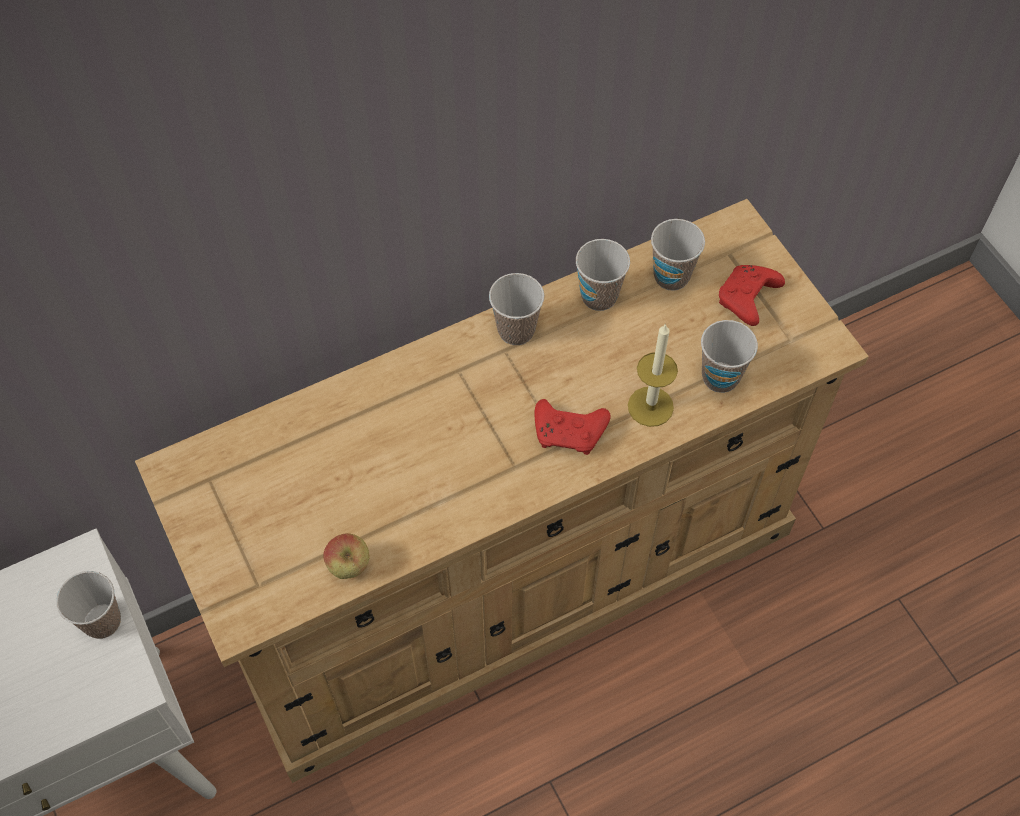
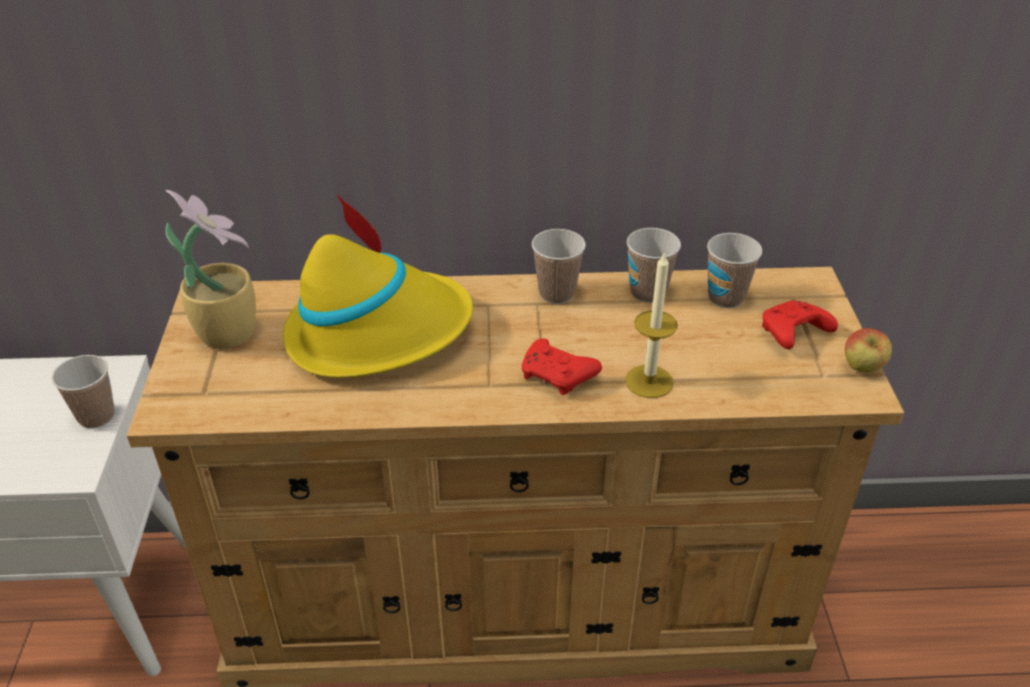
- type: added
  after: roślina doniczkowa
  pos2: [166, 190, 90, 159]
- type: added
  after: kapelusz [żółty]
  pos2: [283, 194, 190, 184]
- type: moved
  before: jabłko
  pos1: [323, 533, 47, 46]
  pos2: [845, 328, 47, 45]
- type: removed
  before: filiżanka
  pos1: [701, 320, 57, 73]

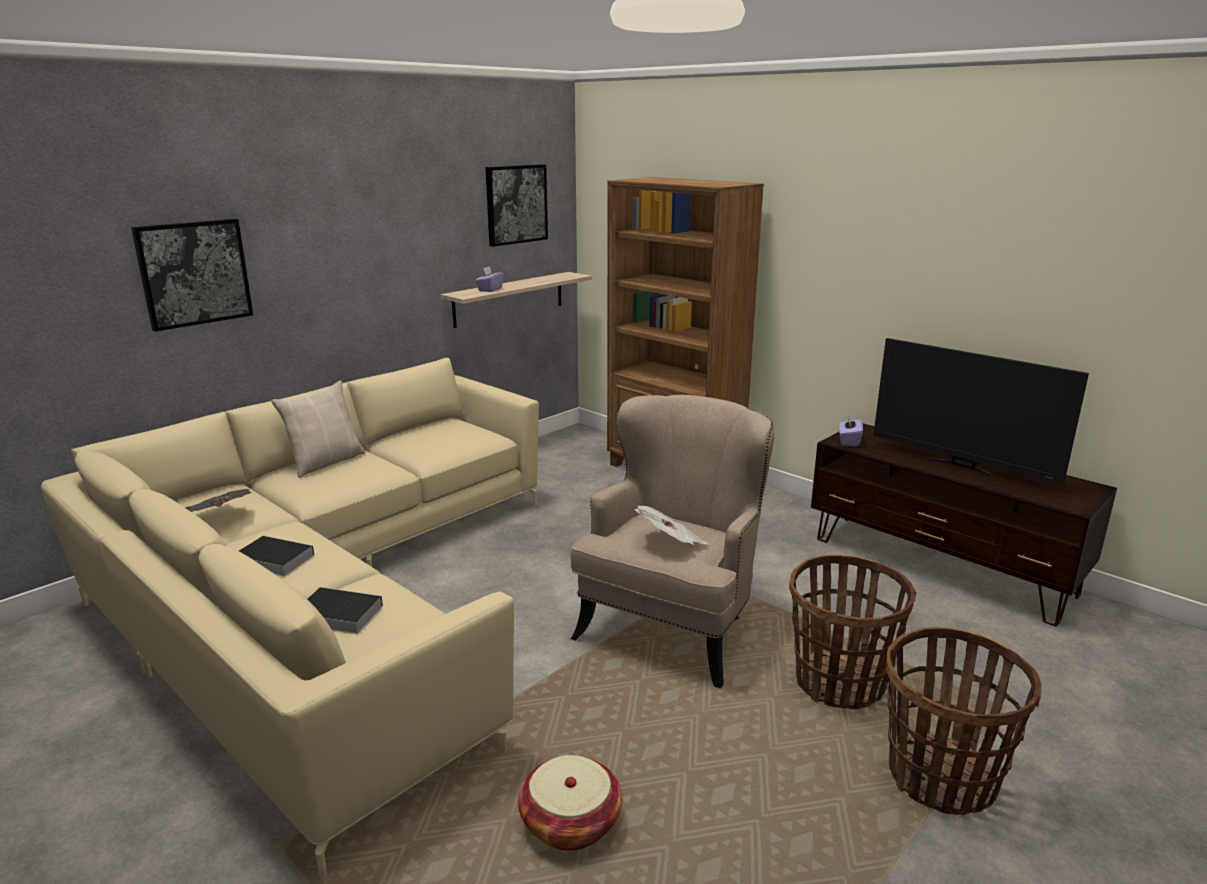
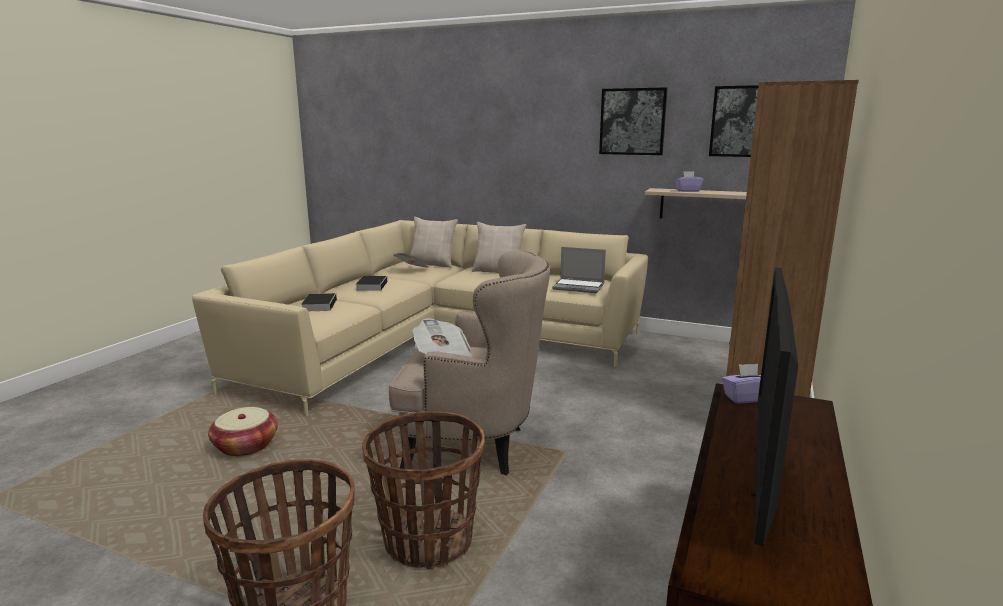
- type: added
  after: poduszka [beżowy]
  pos2: [408, 216, 50, 52]
- type: added
  after: laptop
  pos2: [552, 247, 54, 46]
- type: moved
  before: obraz
  pos1: [131, 219, 122, 113]
  pos2: [599, 87, 69, 68]

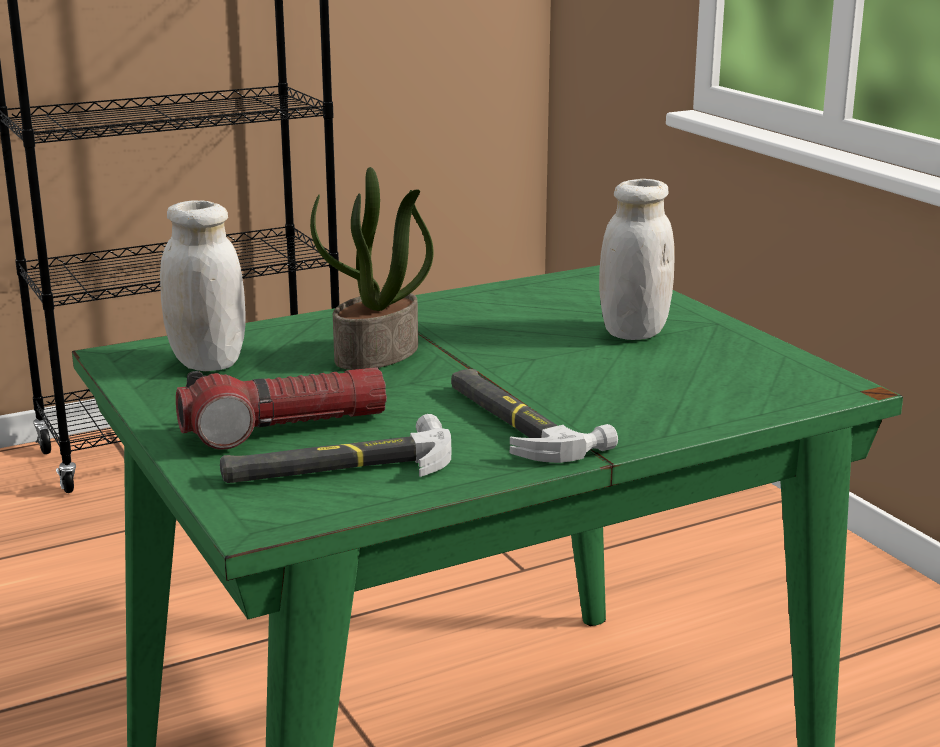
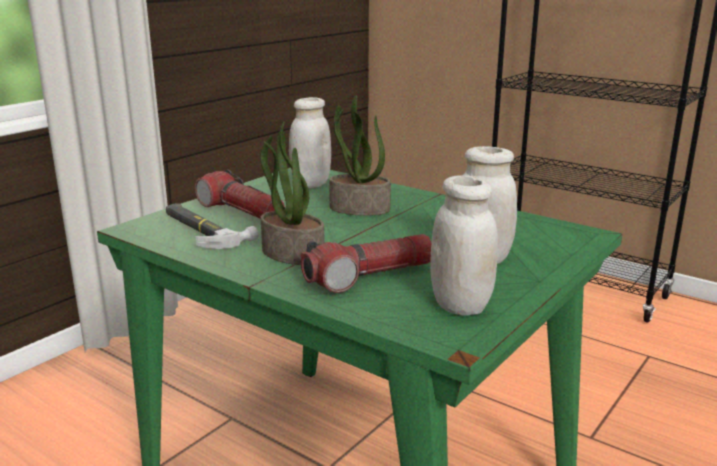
- type: replaced
  before: młotek
  after: roślina doniczkowa
  pos1: [451, 369, 167, 94]
  pos2: [260, 122, 65, 143]
- type: added
  after: latarka
  pos2: [301, 234, 131, 59]
- type: added
  after: słoik [biały]
  pos2: [431, 175, 67, 141]

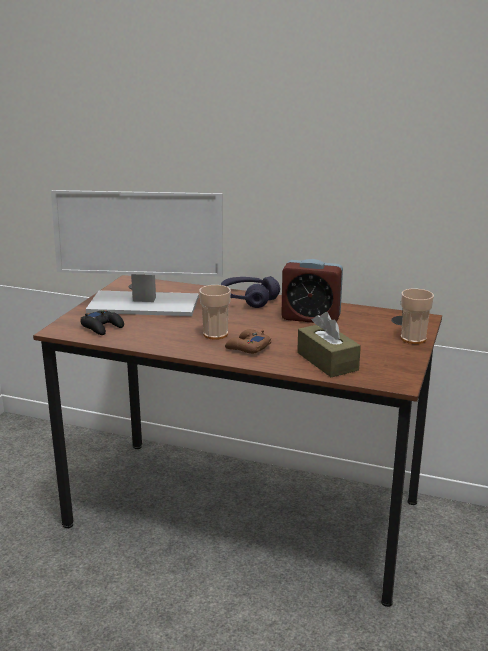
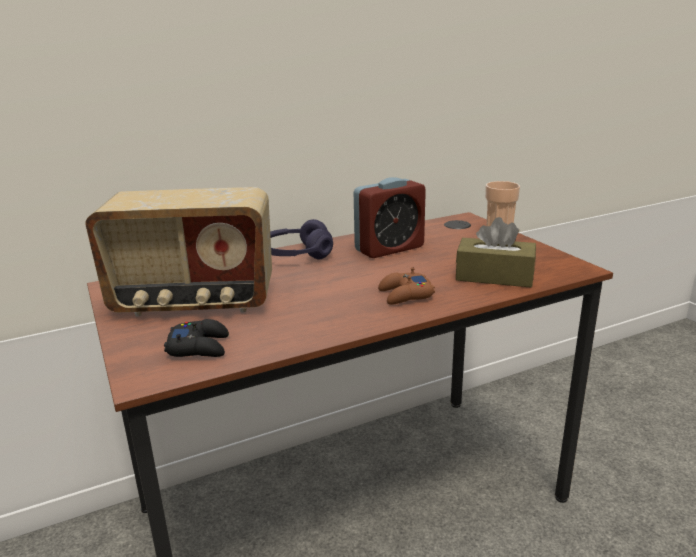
- type: replaced
  before: monitor
  after: radio
  pos1: [51, 190, 172, 126]
  pos2: [85, 187, 187, 130]
- type: removed
  before: filiżanka
  pos1: [199, 285, 32, 55]

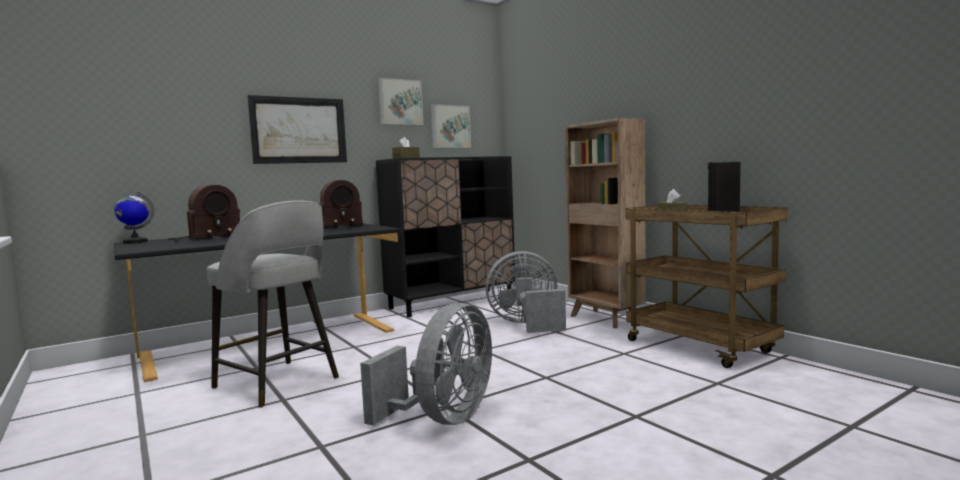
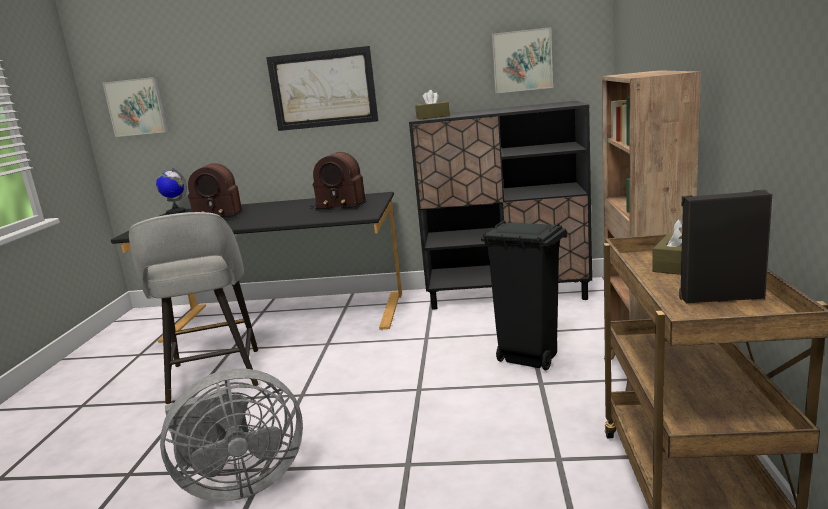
- type: moved
  before: obraz
  pos1: [378, 78, 45, 48]
  pos2: [103, 77, 65, 60]
- type: replaced
  before: wentylator [szary]
  after: kosz na śmieci [czarny]
  pos1: [486, 251, 80, 82]
  pos2: [481, 220, 86, 150]

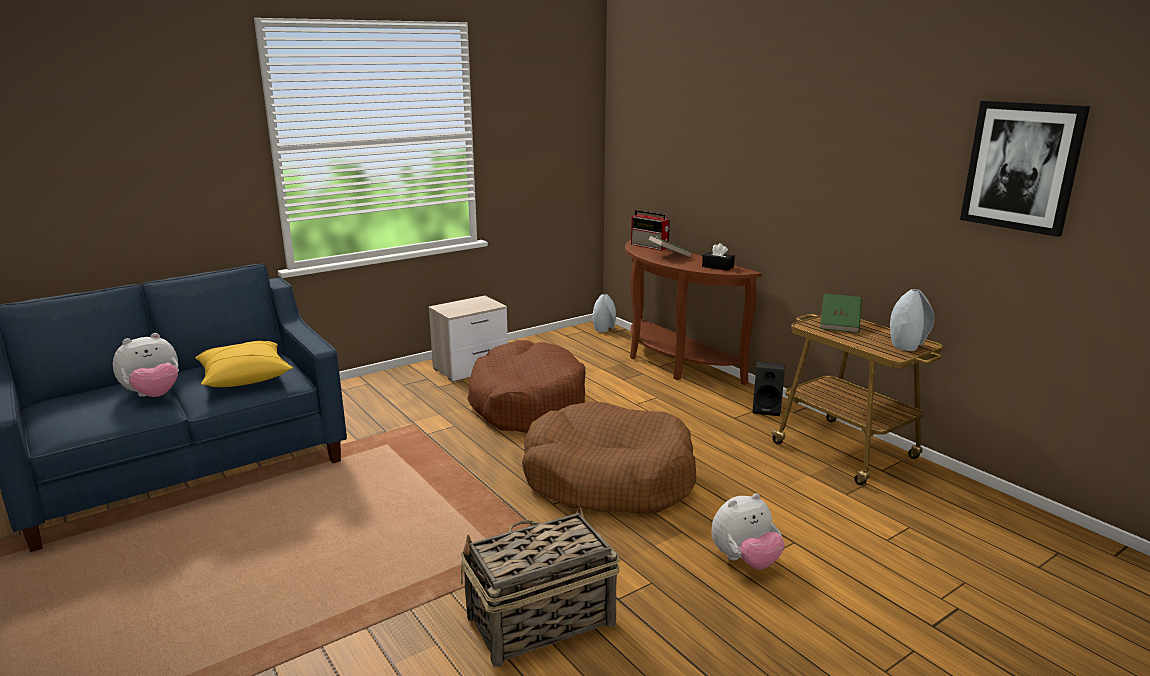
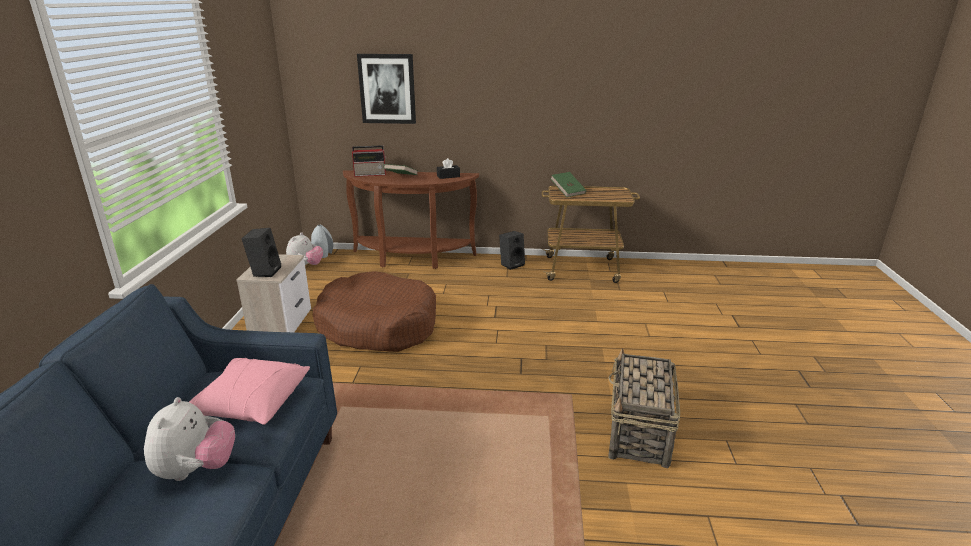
- type: recoloured
  before: poduszka [żółty]
  after: poduszka [różowy]
  pos1: [195, 341, 98, 46]
  pos2: [189, 358, 121, 67]
- type: added
  after: głośnik [czarny]
  pos2: [242, 228, 39, 49]
- type: moved
  before: pluszak
  pos1: [711, 493, 74, 76]
  pos2: [286, 232, 37, 33]
- type: moved
  before: obraz
  pos1: [960, 101, 130, 136]
  pos2: [357, 54, 59, 70]
- type: removed
  before: legowisko [brązowy]
  pos1: [522, 401, 174, 112]
- type: removed
  before: wazon [szary]
  pos1: [890, 289, 44, 62]

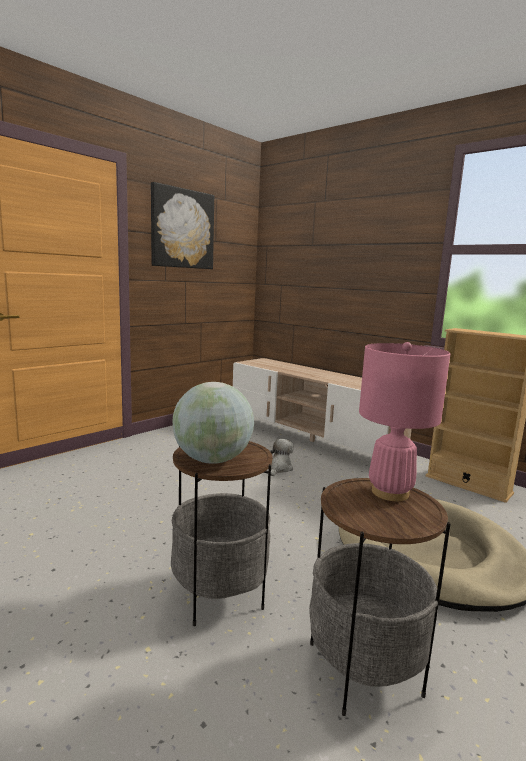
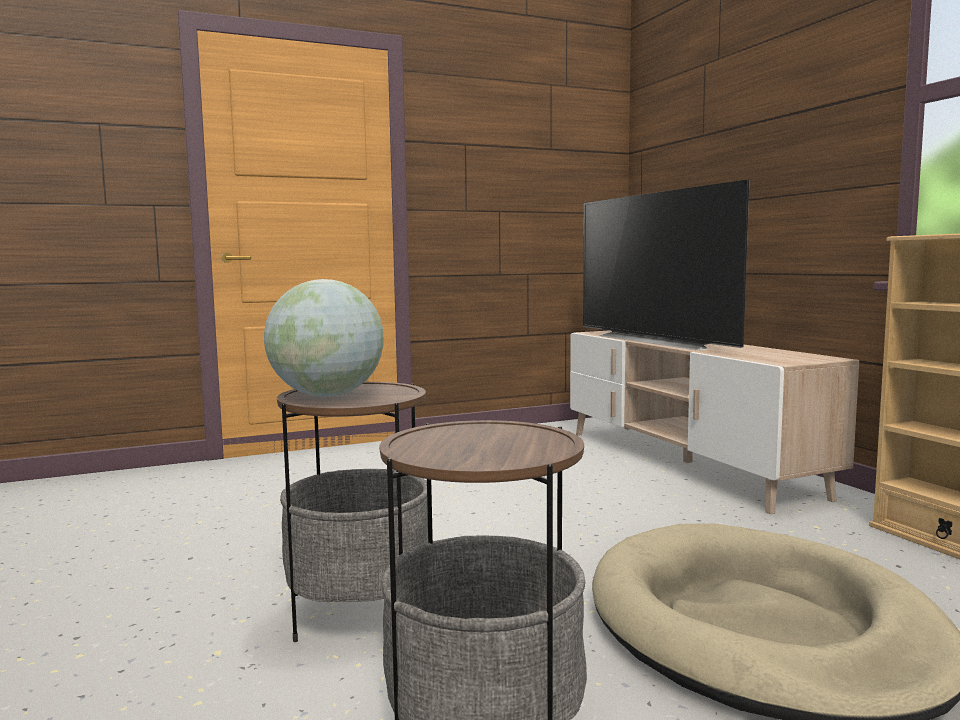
- type: added
  after: telewizor
  pos2: [583, 179, 166, 171]
- type: removed
  before: obraz
  pos1: [151, 182, 63, 87]
- type: removed
  before: pluszak
  pos1: [270, 439, 24, 37]
- type: removed
  before: lampa stołowa [różowy]
  pos1: [359, 342, 91, 159]

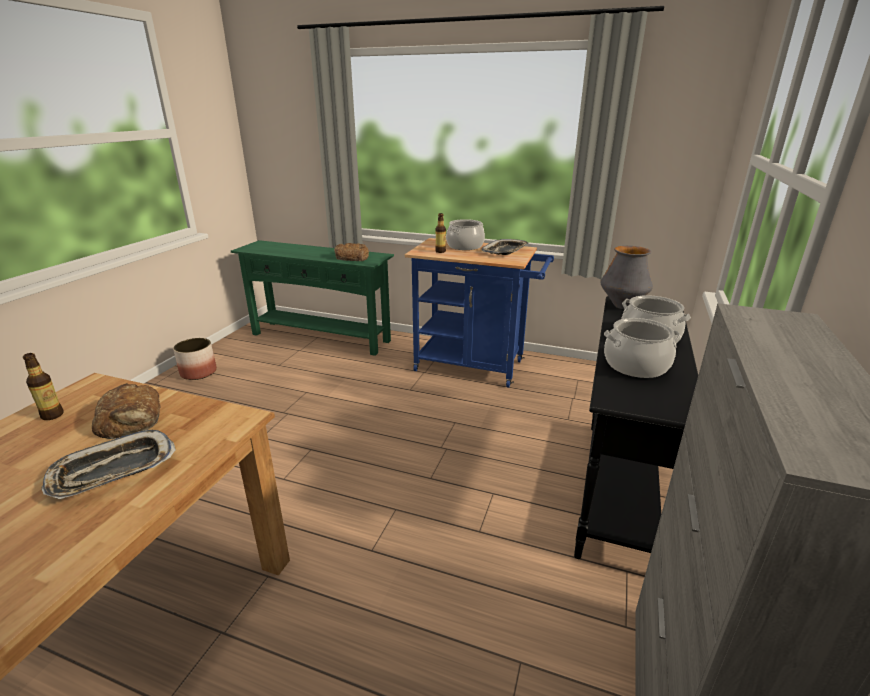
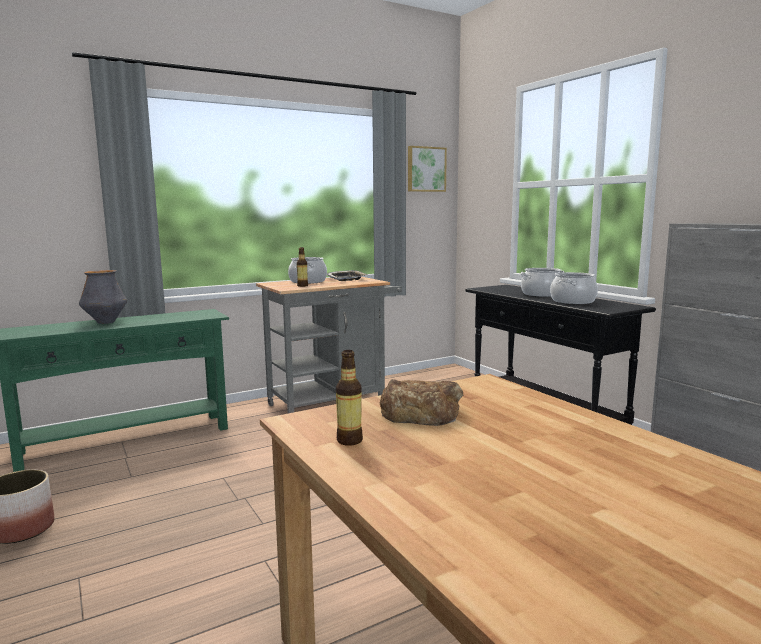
- type: moved
  before: wazon
  pos1: [600, 246, 53, 63]
  pos2: [79, 270, 48, 54]
- type: recoloured
  before: wózek [niebieski]
  after: wózek [szary]
  pos1: [404, 238, 150, 150]
  pos2: [256, 277, 146, 136]
- type: added
  after: obraz
  pos2: [408, 146, 39, 46]
- type: removed
  before: taca
  pos1: [41, 430, 135, 69]
- type: removed
  before: chleb
  pos1: [334, 243, 35, 18]

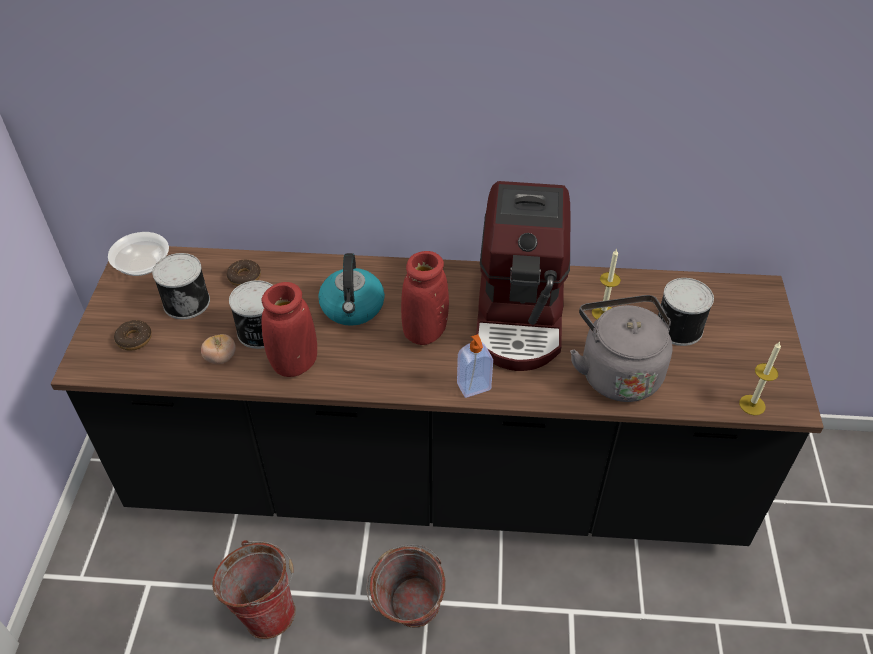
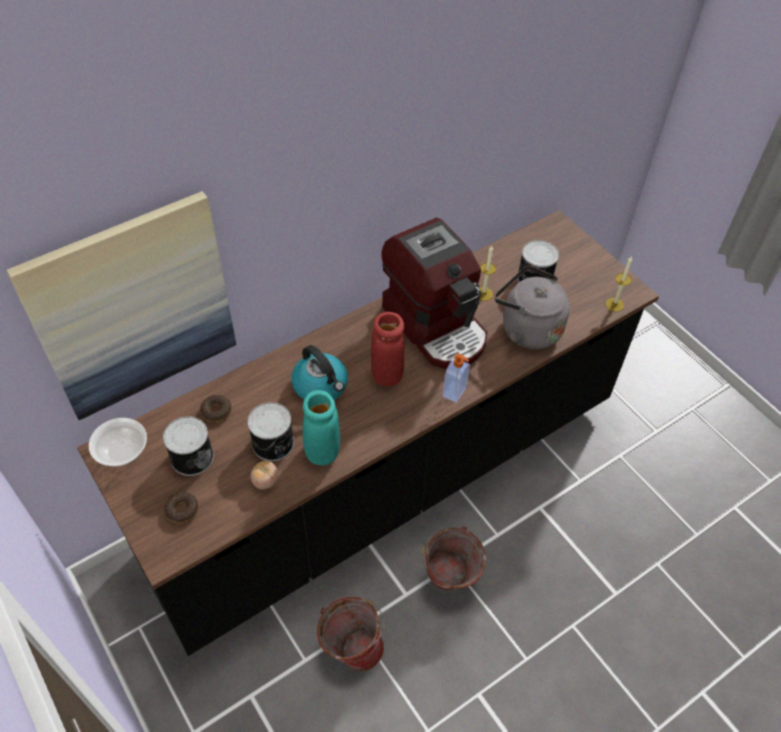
- type: added
  after: obraz
  pos2: [6, 191, 230, 229]
- type: recoloured
  before: wazon [czerwony]
  after: wazon [turkusowy]
  pos1: [261, 282, 56, 95]
  pos2: [303, 390, 37, 75]

